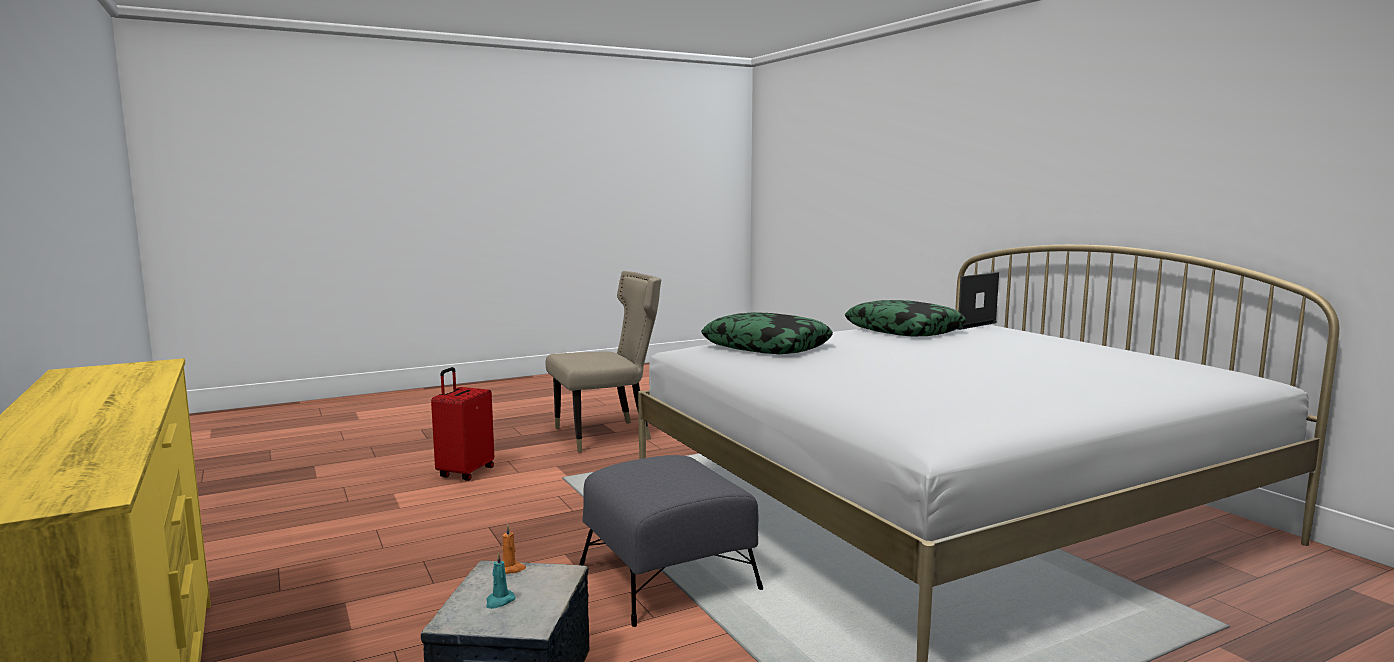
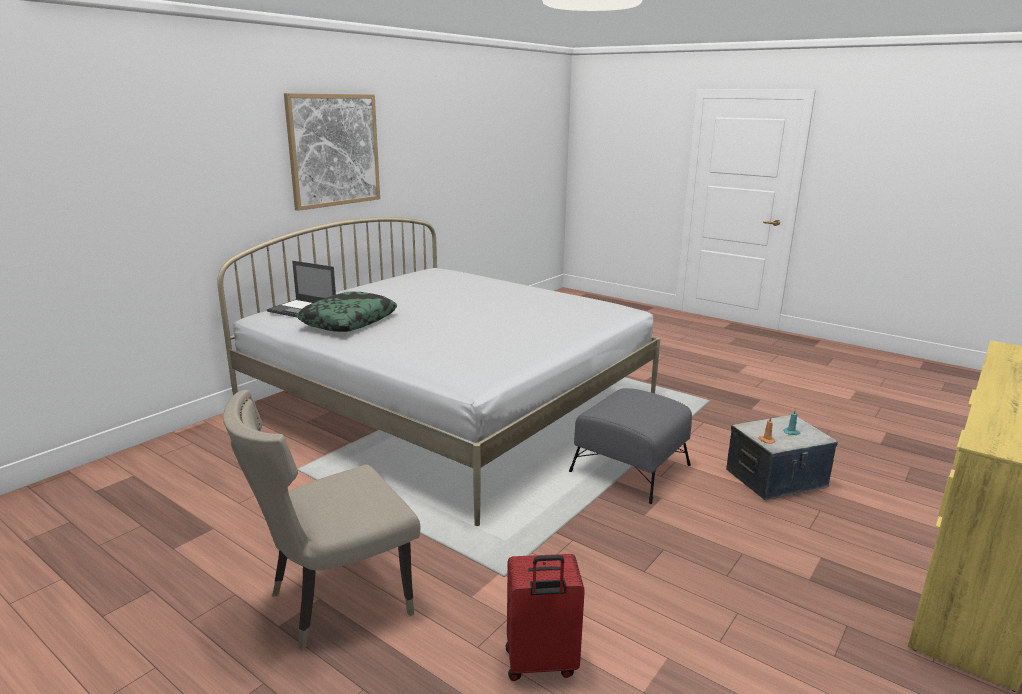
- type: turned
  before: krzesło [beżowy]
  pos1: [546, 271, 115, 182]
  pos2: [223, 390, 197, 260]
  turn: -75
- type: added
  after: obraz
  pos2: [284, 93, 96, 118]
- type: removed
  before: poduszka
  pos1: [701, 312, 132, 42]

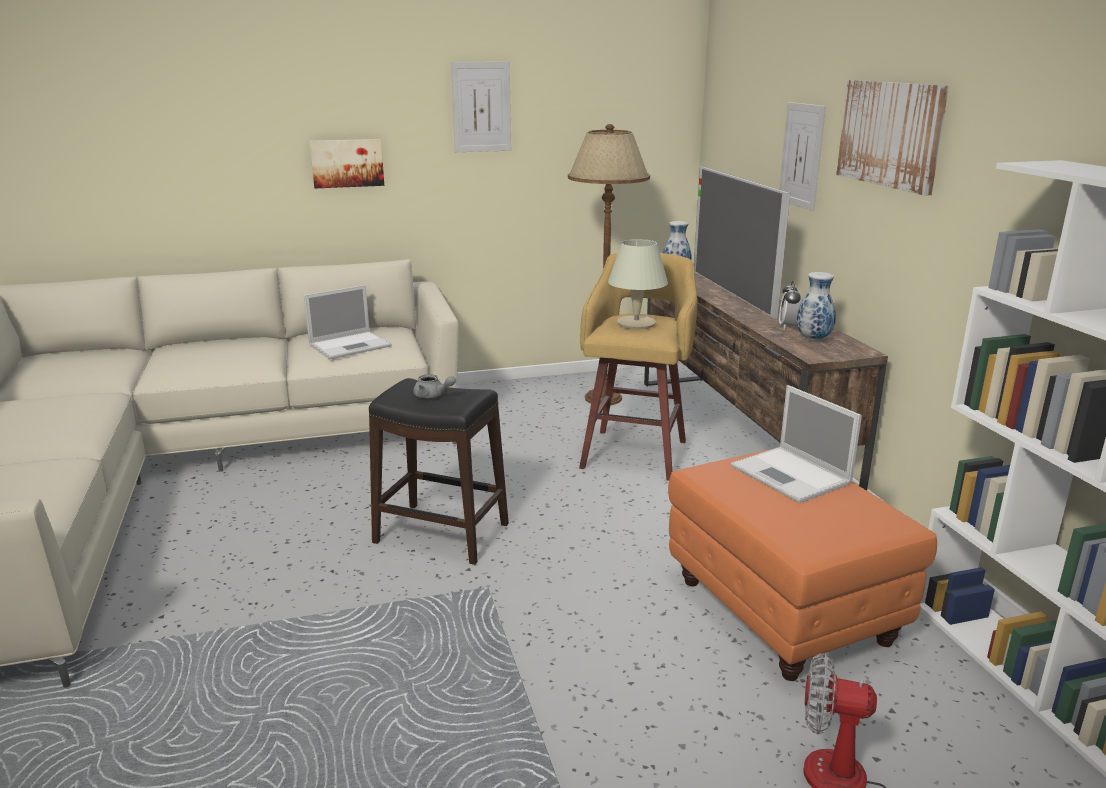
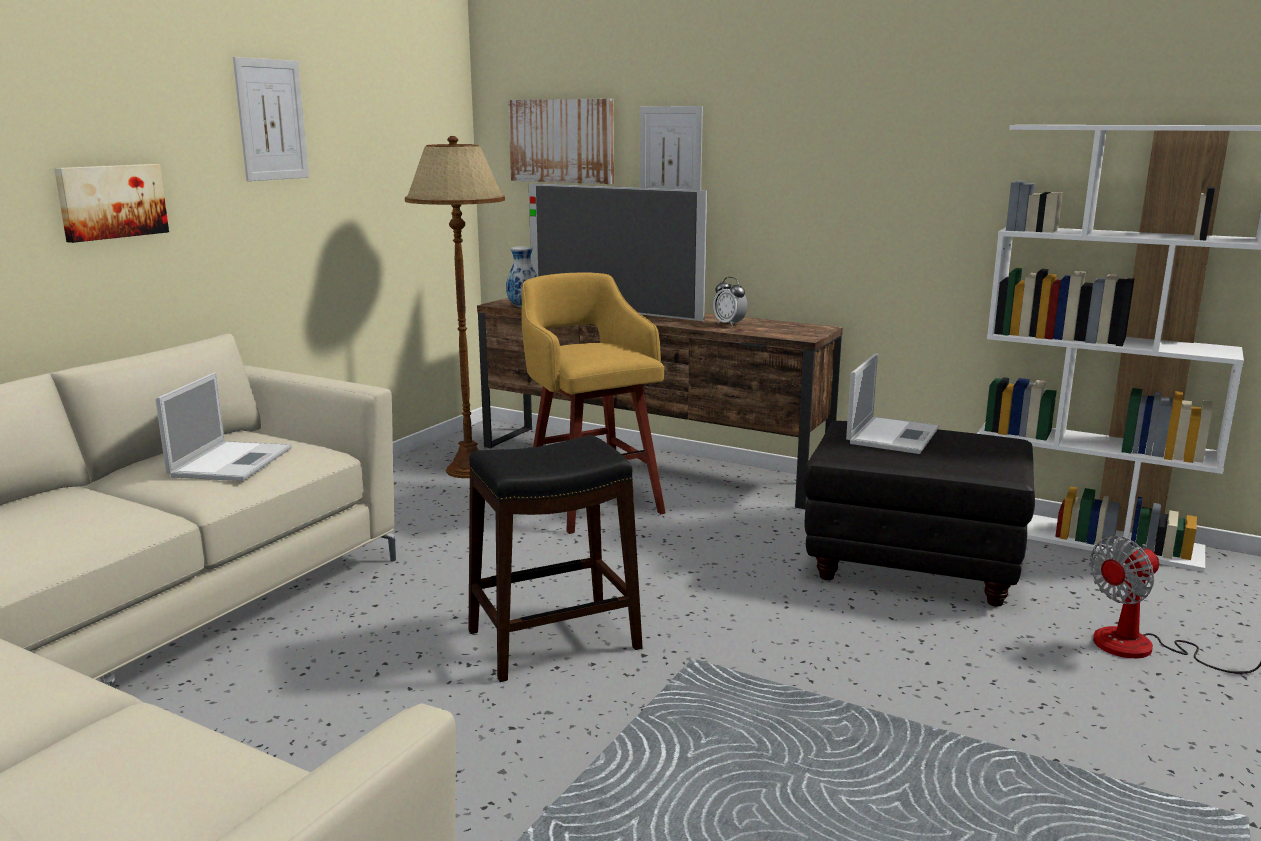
- type: moved
  before: obraz
  pos1: [836, 80, 113, 116]
  pos2: [508, 99, 106, 85]
- type: recoloured
  before: pufa [pomarańczowy]
  after: pufa [czarny]
  pos1: [668, 449, 269, 232]
  pos2: [803, 421, 232, 186]
- type: turned
  before: laptop
  pos1: [731, 385, 131, 118]
  pos2: [846, 354, 93, 100]
  turn: -75
- type: removed
  before: imbryk [szary]
  pos1: [413, 374, 43, 24]
- type: removed
  before: lampa stołowa [beżowy]
  pos1: [608, 239, 60, 91]
- type: removed
  before: wazon
  pos1: [796, 272, 40, 69]

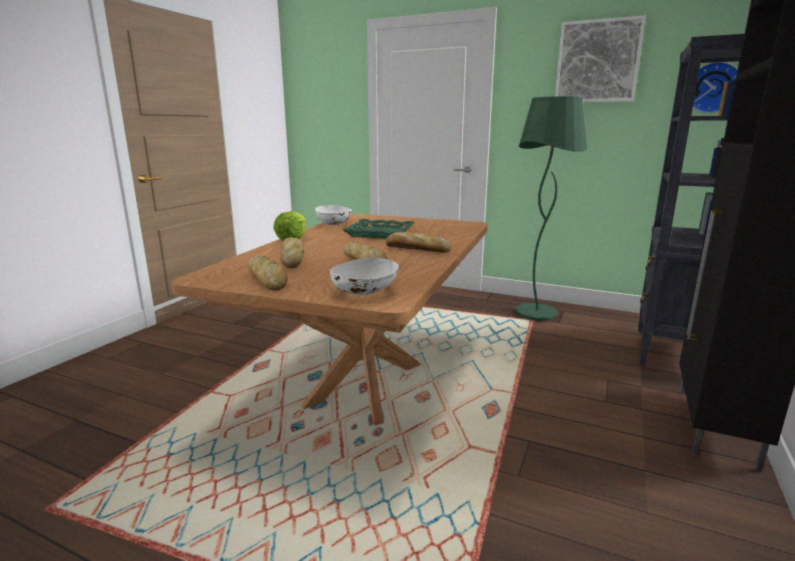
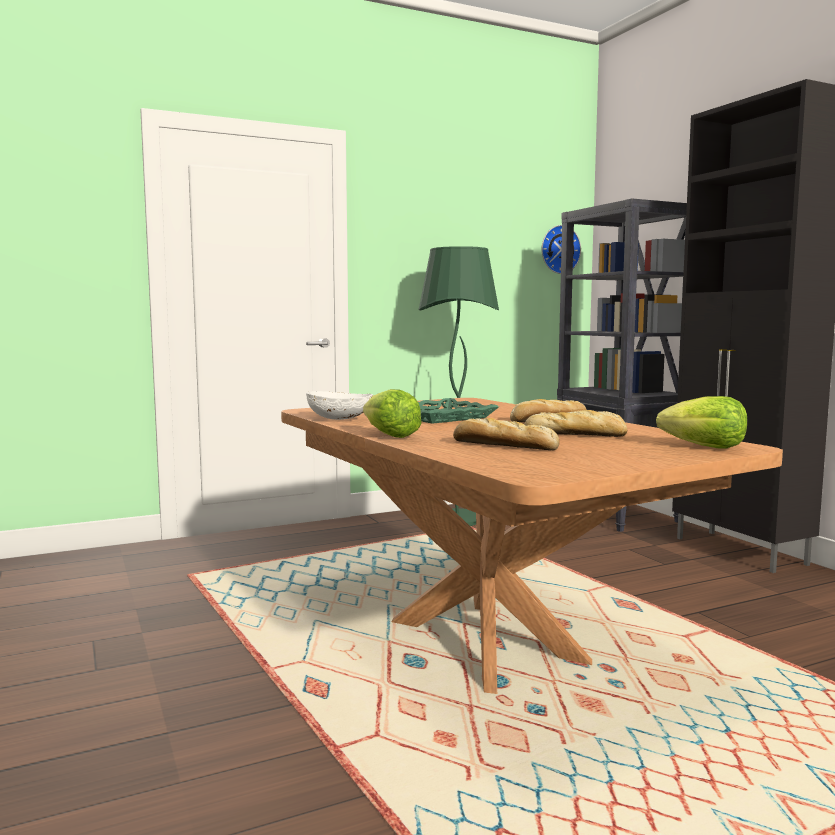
- type: replaced
  before: miska [biały]
  after: sałata
  pos1: [330, 258, 69, 37]
  pos2: [656, 396, 91, 53]
- type: removed
  before: chleb
  pos1: [248, 256, 40, 35]
- type: removed
  before: obraz
  pos1: [555, 16, 91, 86]

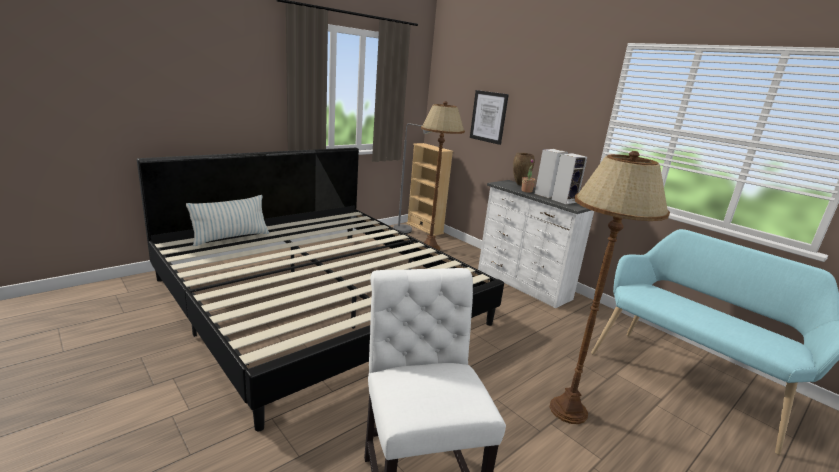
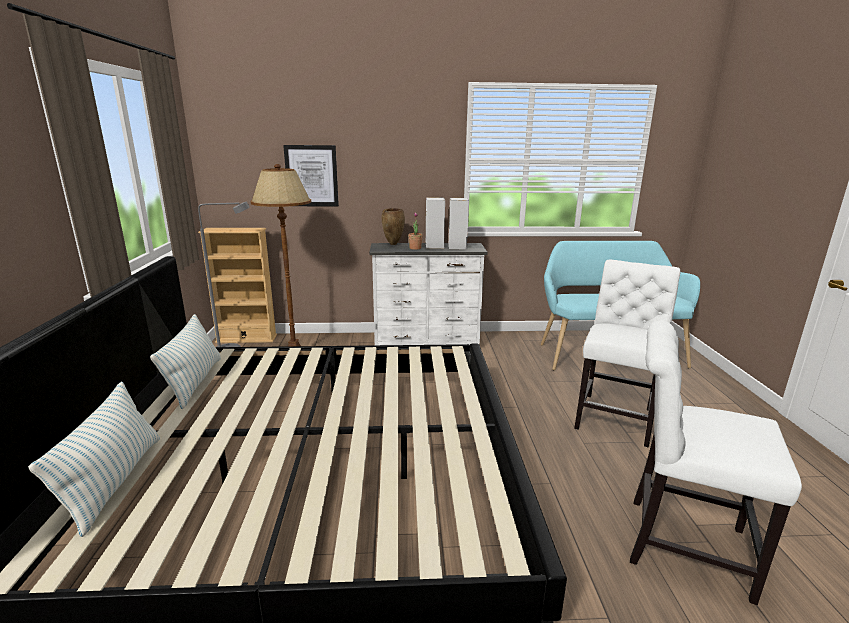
- type: added
  after: poduszka
  pos2: [150, 314, 71, 95]
- type: replaced
  before: lampa stojąca [brązowy]
  after: krzesło [biały]
  pos1: [550, 151, 120, 273]
  pos2: [574, 260, 107, 187]

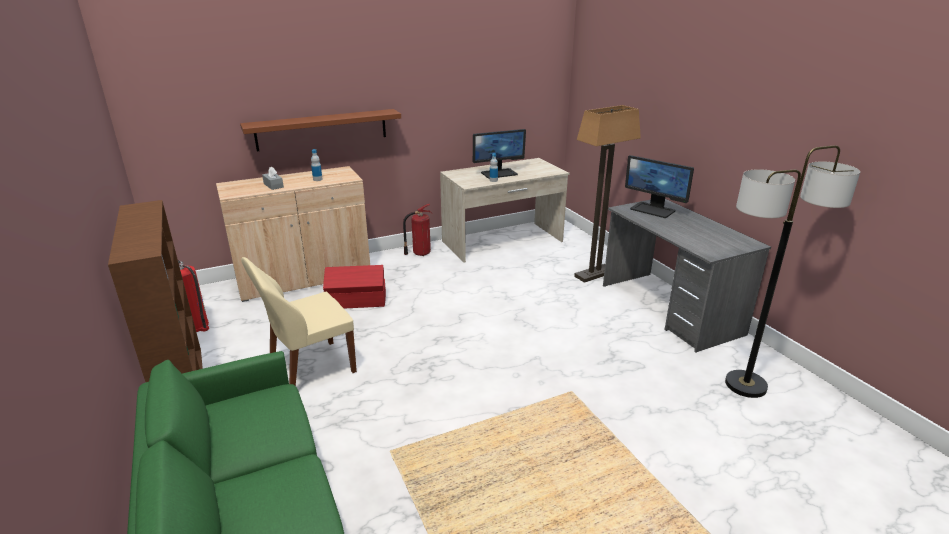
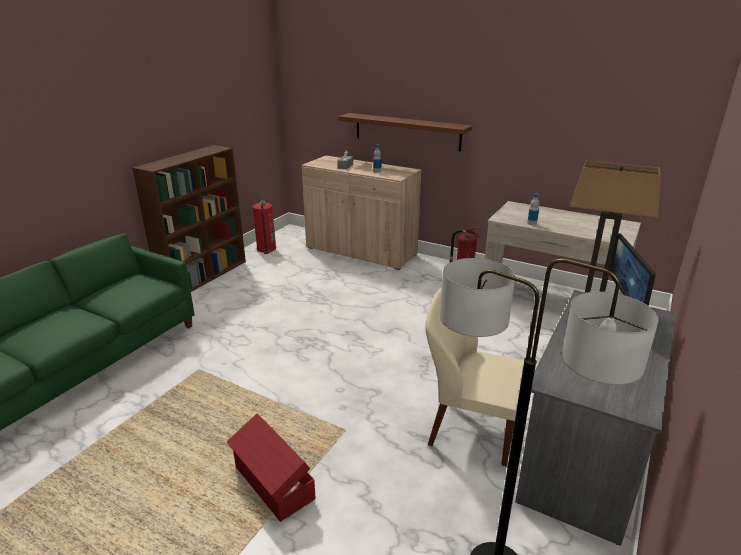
- type: moved
  before: pojemnik do przechowywania [czerwony]
  pos1: [323, 265, 63, 44]
  pos2: [227, 414, 88, 108]
- type: moved
  before: krzesło [beżowy]
  pos1: [241, 257, 116, 129]
  pos2: [425, 287, 99, 179]
- type: removed
  before: monitor
  pos1: [473, 129, 53, 50]

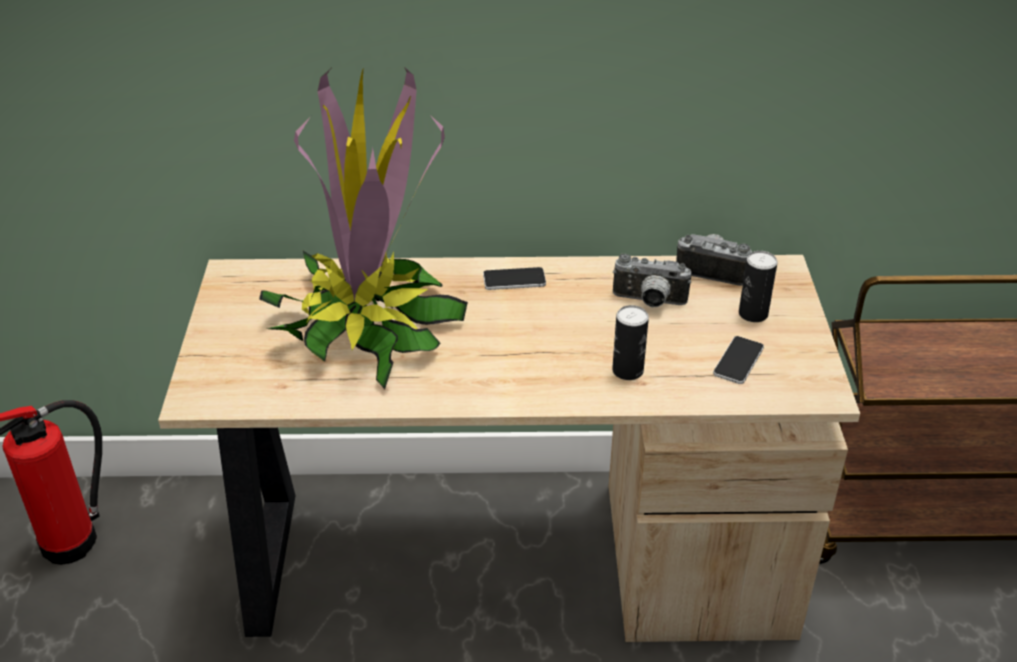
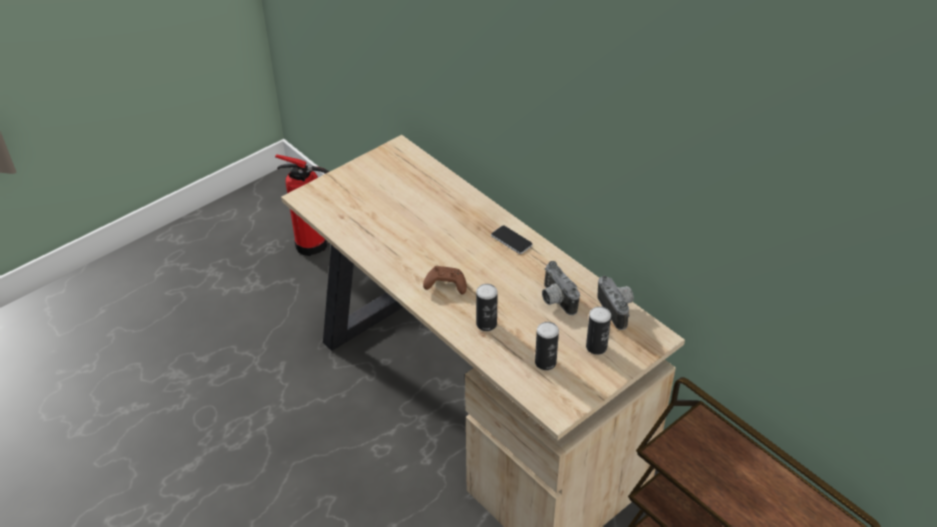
- type: added
  after: pad do gier [brązowy]
  pos2: [423, 266, 44, 28]
- type: replaced
  before: telefon
  after: puszka
  pos1: [713, 336, 51, 48]
  pos2: [535, 322, 24, 48]
- type: removed
  before: roślina doniczkowa
  pos1: [259, 67, 209, 322]

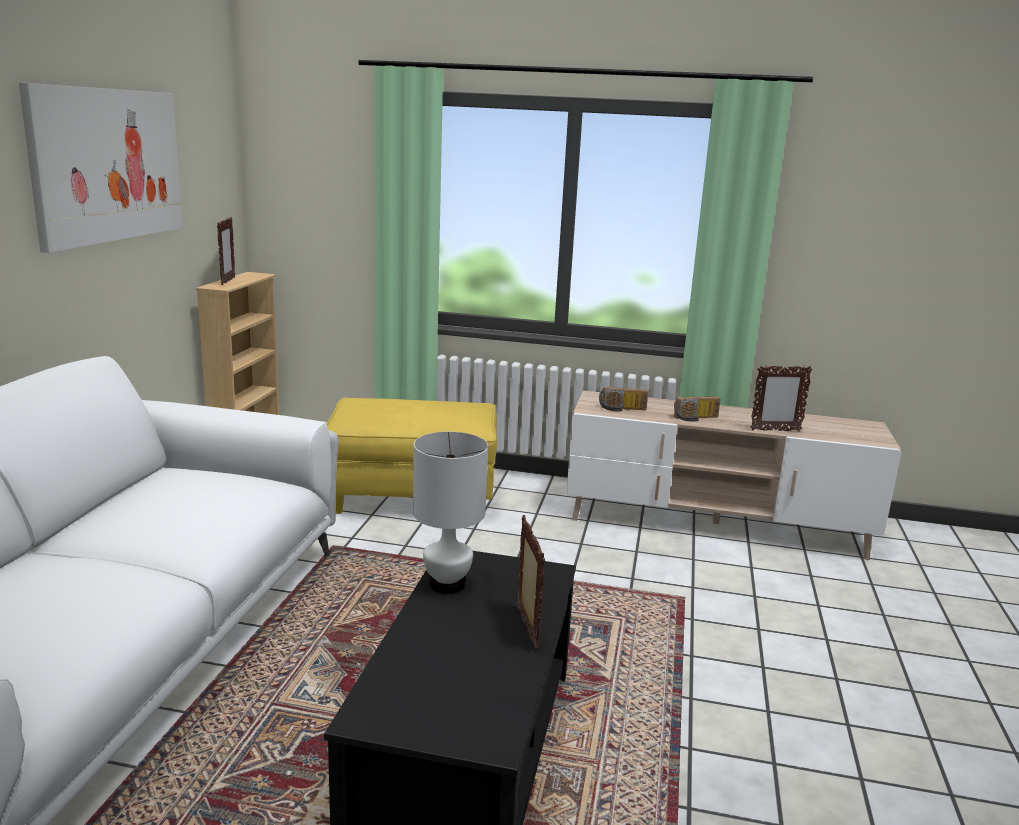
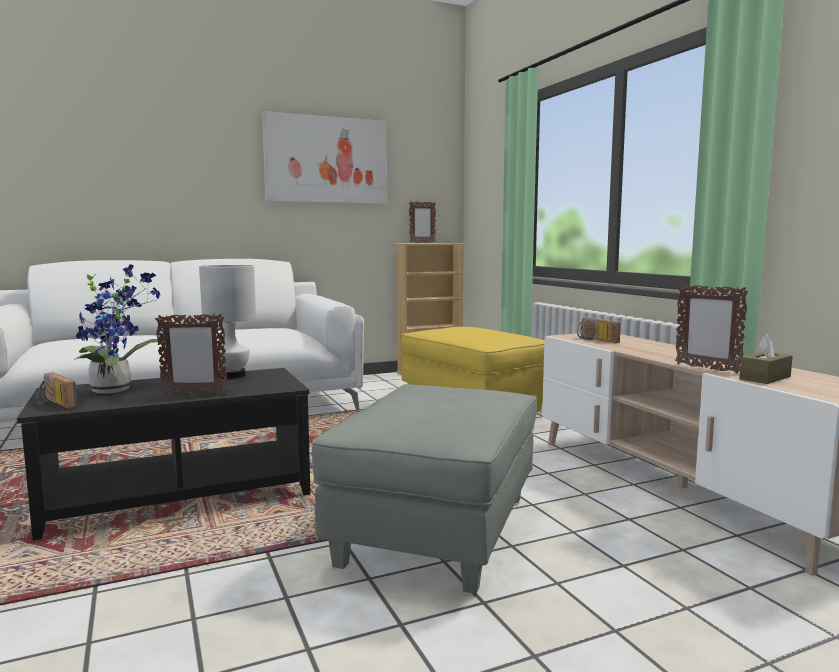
- type: moved
  before: radio
  pos1: [674, 397, 47, 25]
  pos2: [37, 372, 40, 37]
- type: added
  after: roślina doniczkowa
  pos2: [74, 264, 92, 130]
- type: turned
  before: ramka na zdjęcie
  pos1: [517, 515, 28, 135]
  pos2: [155, 314, 73, 81]
  turn: 45
- type: added
  after: pufa [szary]
  pos2: [312, 384, 225, 210]
- type: added
  after: pudełko chusteczek [brązowy]
  pos2: [739, 334, 54, 50]

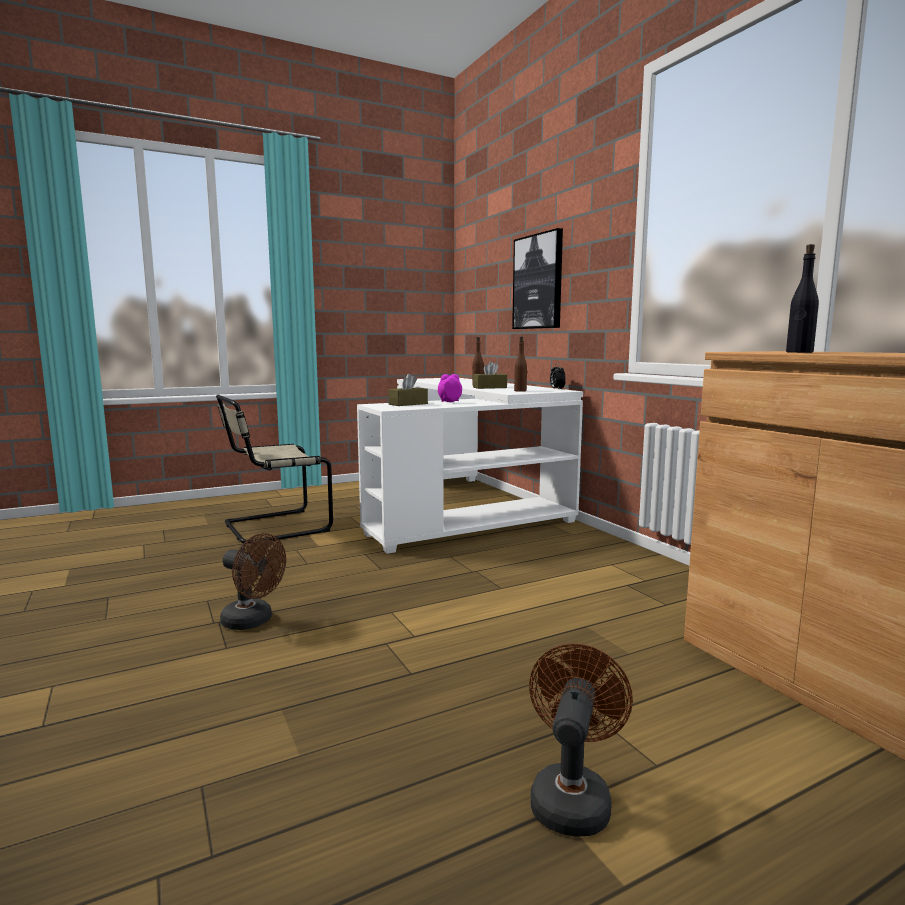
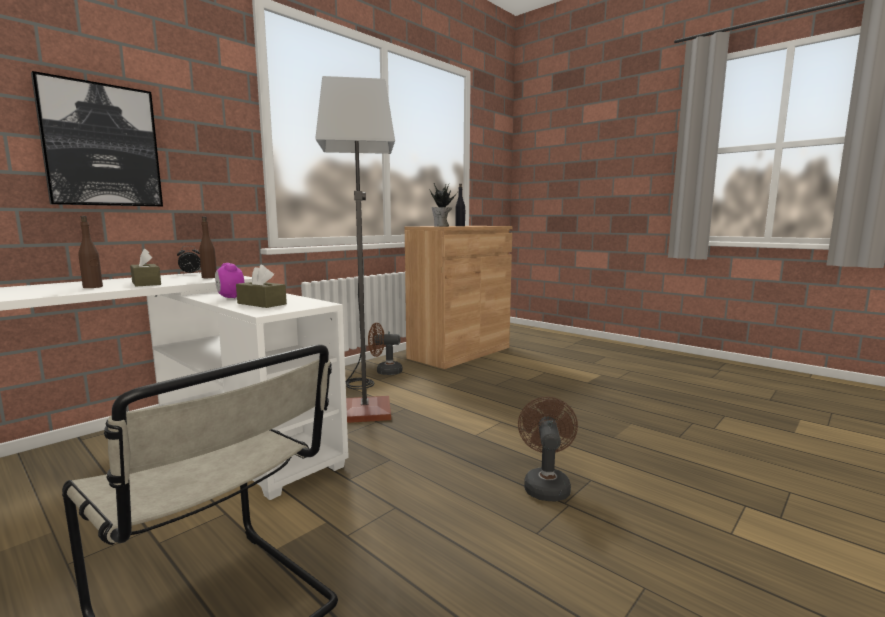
- type: added
  after: lampa stojąca
  pos2: [315, 76, 80, 347]
- type: moved
  before: wentylator [brązowy]
  pos1: [529, 643, 104, 194]
  pos2: [368, 323, 35, 52]
- type: added
  after: roślina doniczkowa
  pos2: [430, 183, 28, 43]

